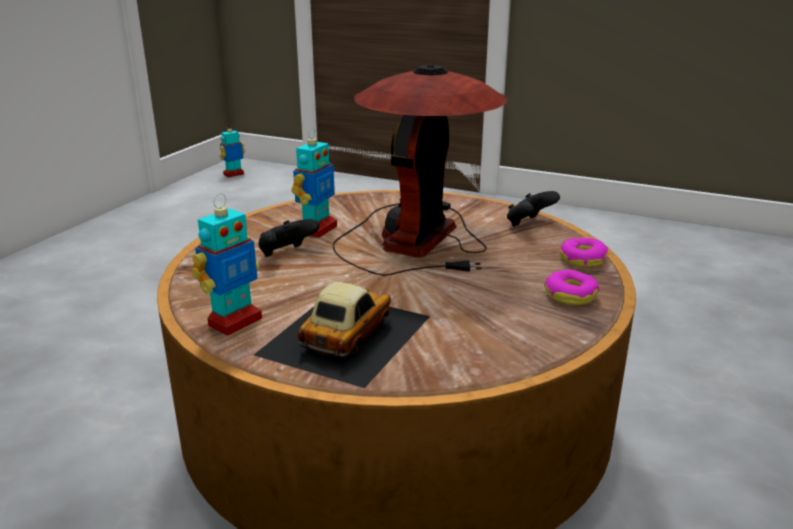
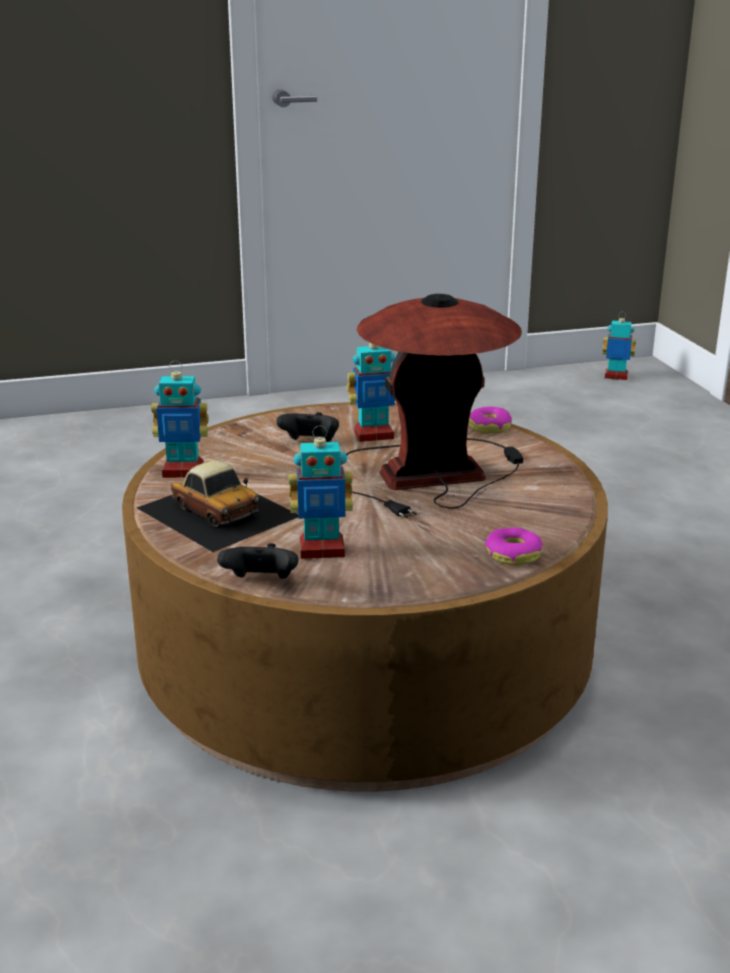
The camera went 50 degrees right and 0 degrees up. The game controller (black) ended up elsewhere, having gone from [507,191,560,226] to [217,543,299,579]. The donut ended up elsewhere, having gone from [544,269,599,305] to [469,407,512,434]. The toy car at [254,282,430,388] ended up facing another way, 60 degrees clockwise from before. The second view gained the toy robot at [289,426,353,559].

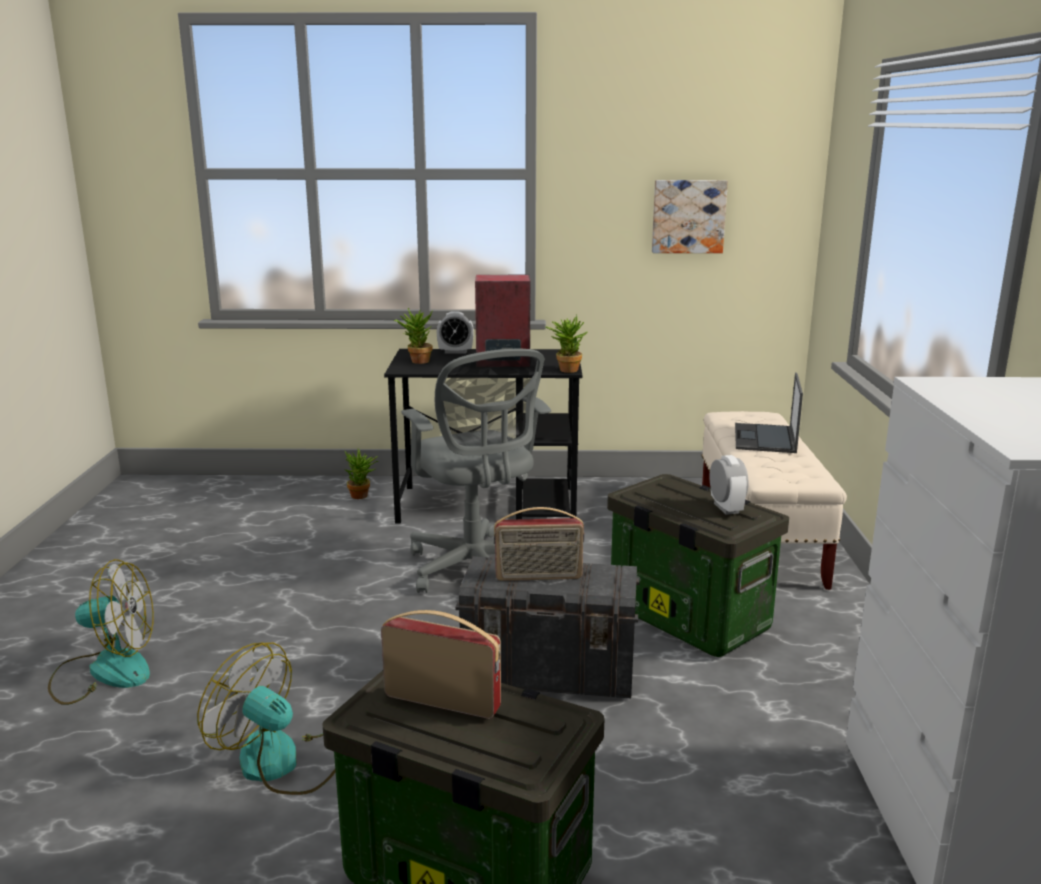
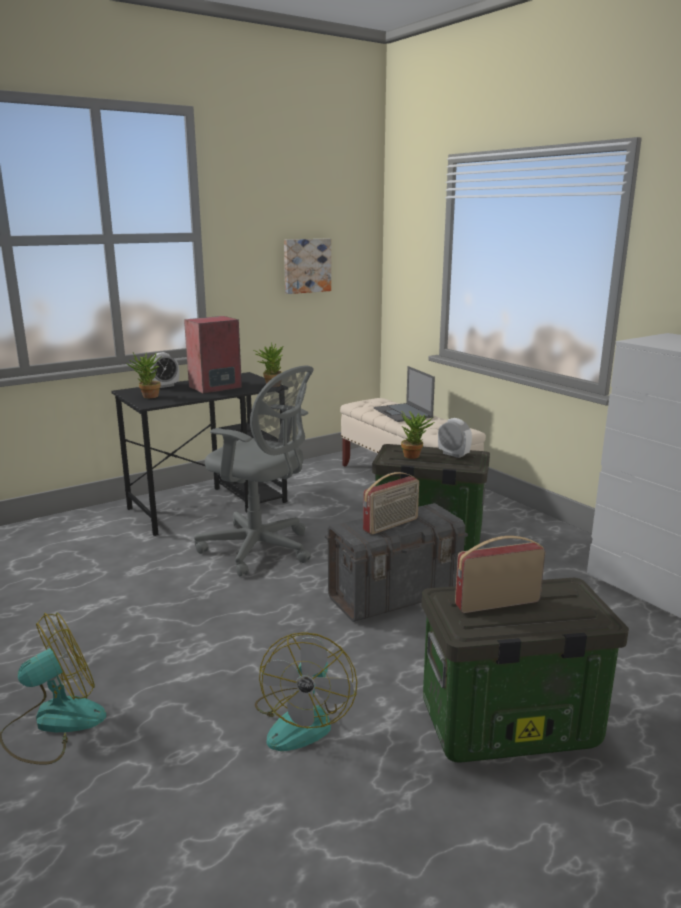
The camera went 35 degrees left and 0 degrees up. The potted plant ended up elsewhere, having gone from [344,448,378,499] to [401,411,434,459]. The fan at [197,643,336,795] ended up facing another way, 75 degrees counterclockwise from before.

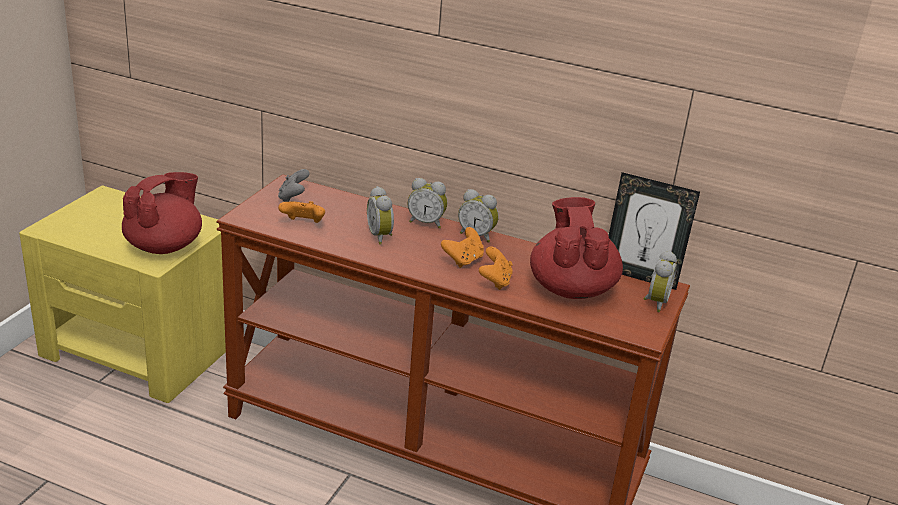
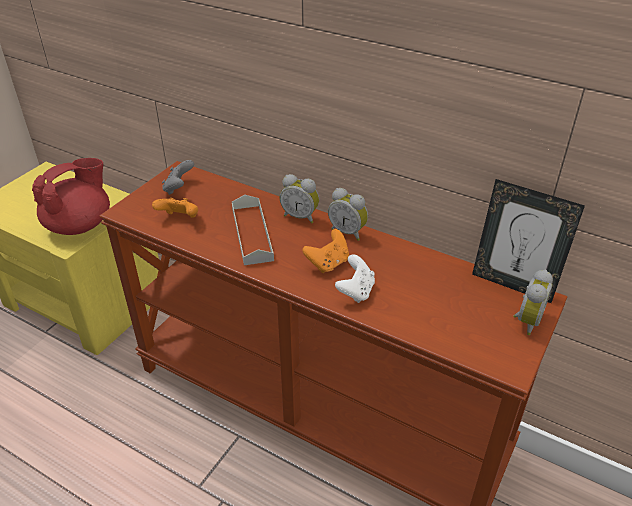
The camera went 10 degrees right and 10 degrees up. Where the alarm clock stood at [367,186,394,245], the tray (grey) came to stand at [232,195,274,265]. The second view lost the teapot (red) at [530,197,623,299]. What was the game controller (orange) at [479,247,513,290] turned into the game controller (white) at [335,254,375,303].

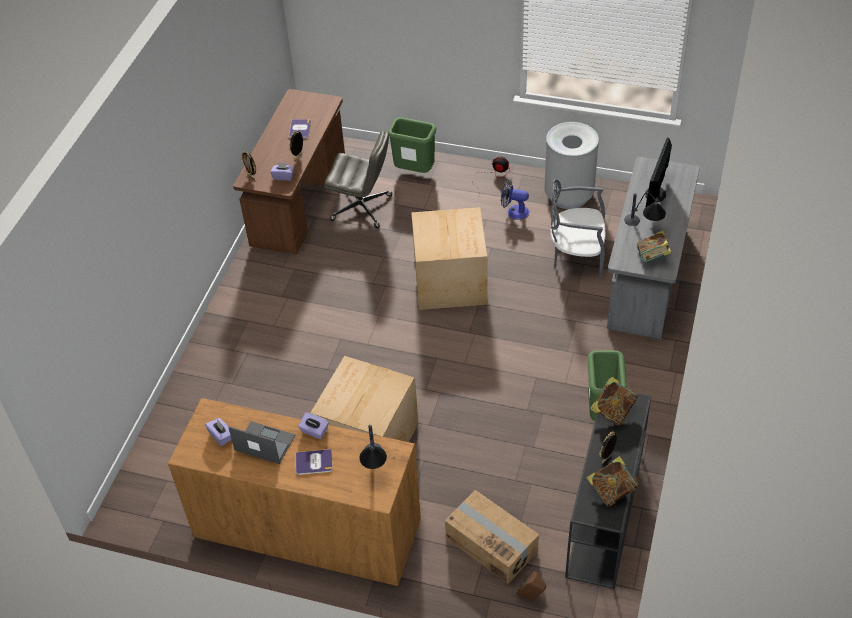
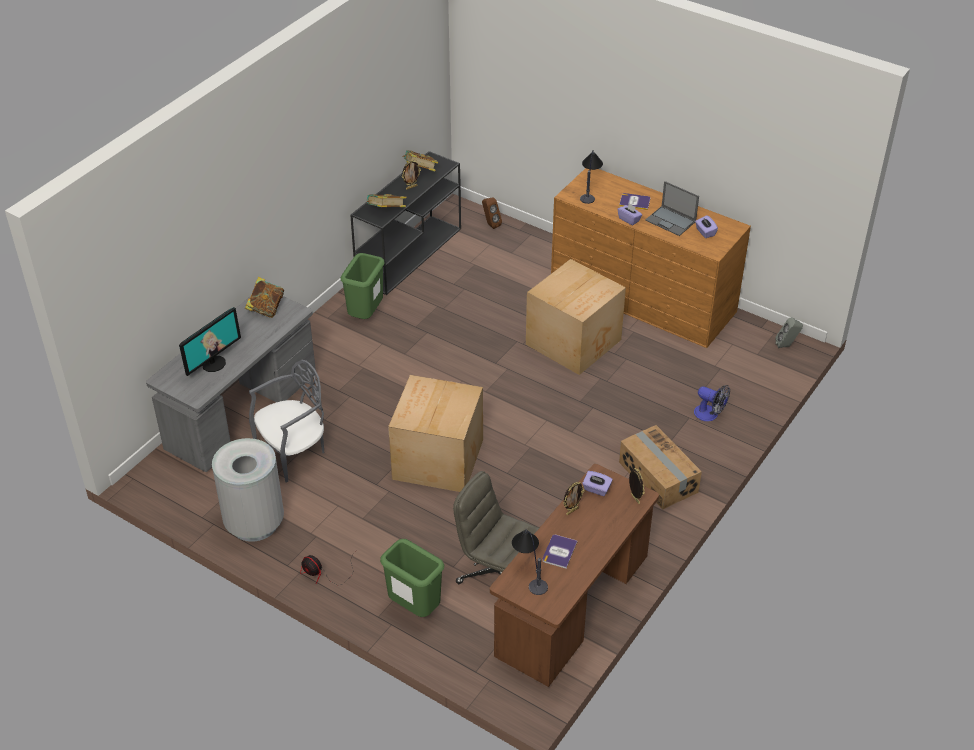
The camera went 165 degrees left and 5 degrees down. The fan ended up elsewhere, having gone from [501,179,529,220] to [694,385,730,421]. The chair (grey) at [550,179,606,277] ended up facing another way, 60 degrees counterclockwise from before. The table lamp ended up elsewhere, having gone from [624,193,666,226] to [512,529,548,595]. The cardboard box ended up elsewhere, having gone from [445,490,539,584] to [619,425,702,509]. The second view gained the speaker (grey) at [775,317,803,348].

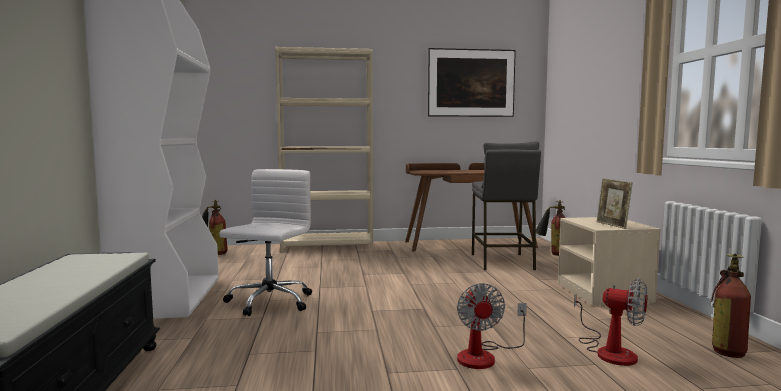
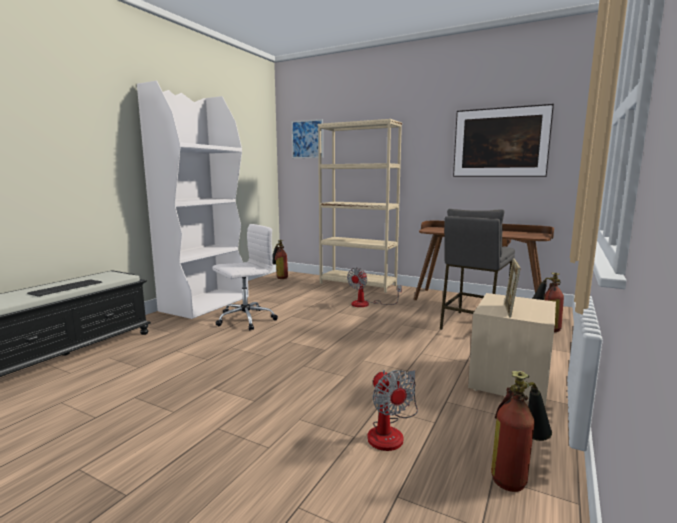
The camera went 35 degrees right and 5 degrees up. The fan ended up elsewhere, having gone from [457,283,527,369] to [347,267,402,307]. The second view gained the picture at [291,119,323,158]. The second view gained the keyboard at [27,280,102,297].

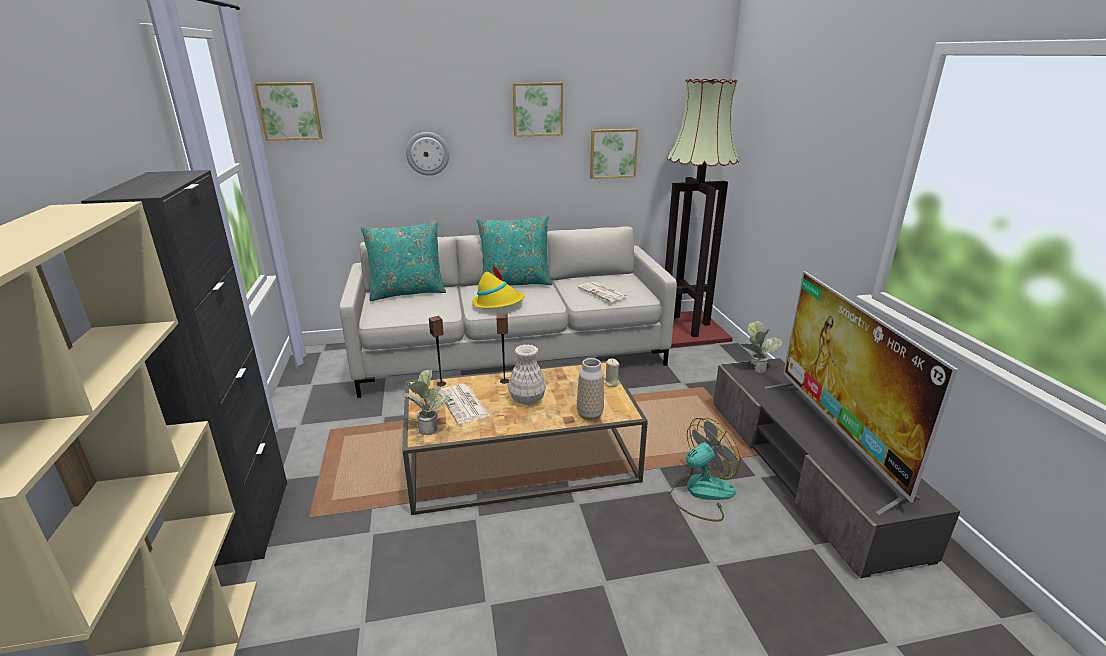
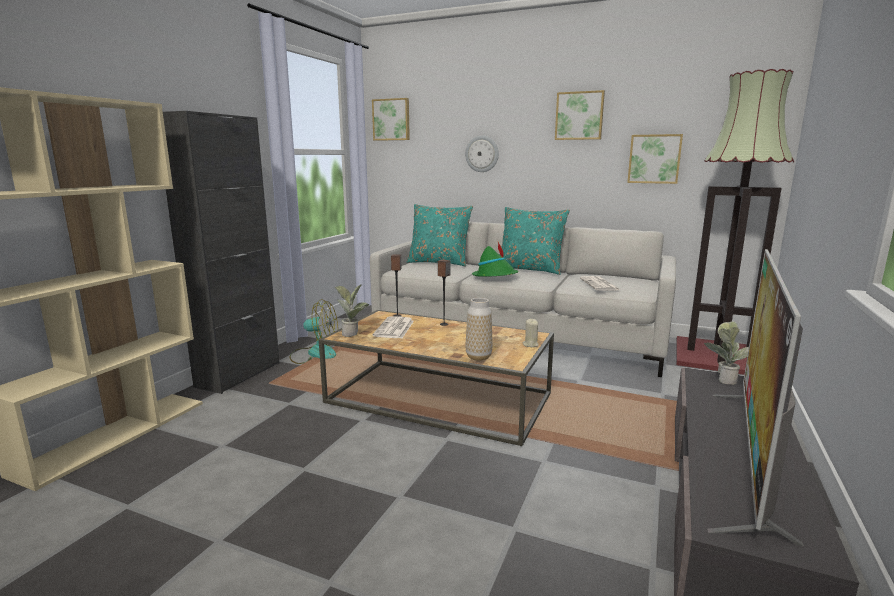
The camera went 35 degrees right and 10 degrees down. What was the hat (yellow) at [472,264,524,308] turned into the hat (green) at [472,242,519,277]. The second view lost the vase (white) at [508,344,546,405]. The fan ended up elsewhere, having gone from [669,418,741,522] to [289,299,338,364].

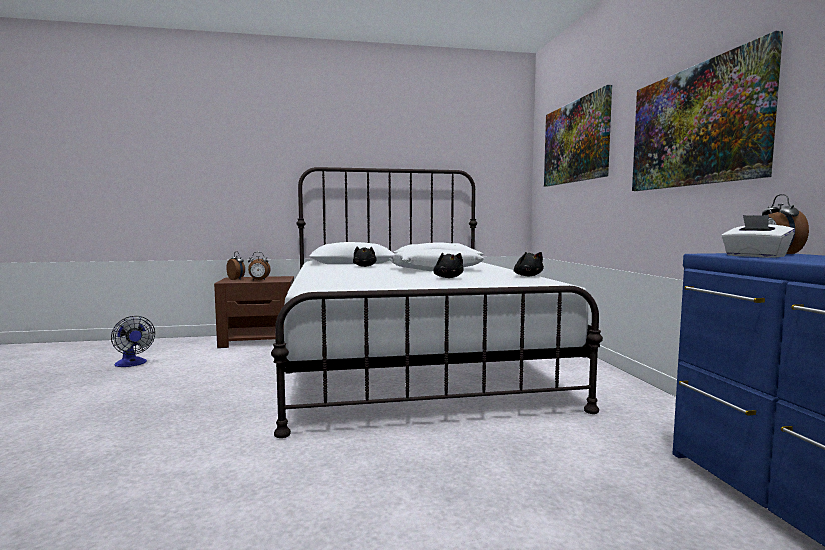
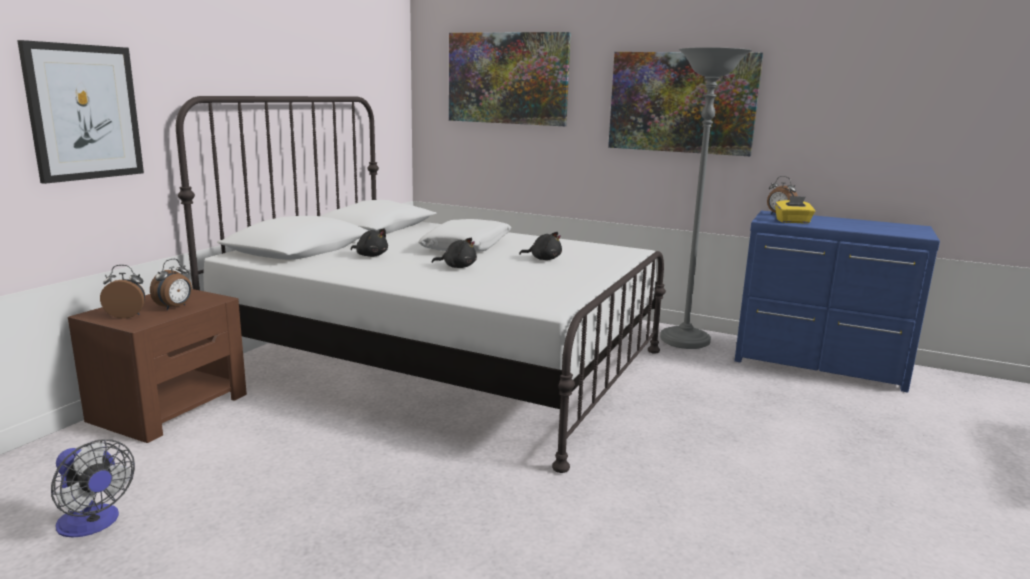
The camera went 55 degrees left and 10 degrees up. What was the tissue box (white) at [721,215,795,258] turned into the tissue box (yellow) at [775,196,815,224]. The plush toy (black) ended up elsewhere, having gone from [514,252,544,276] to [432,237,477,268]. The fan at [111,316,155,367] ended up facing another way, 45 degrees clockwise from before. The second view gained the picture at [17,40,144,184]. The second view gained the floor lamp (grey) at [660,47,752,349].

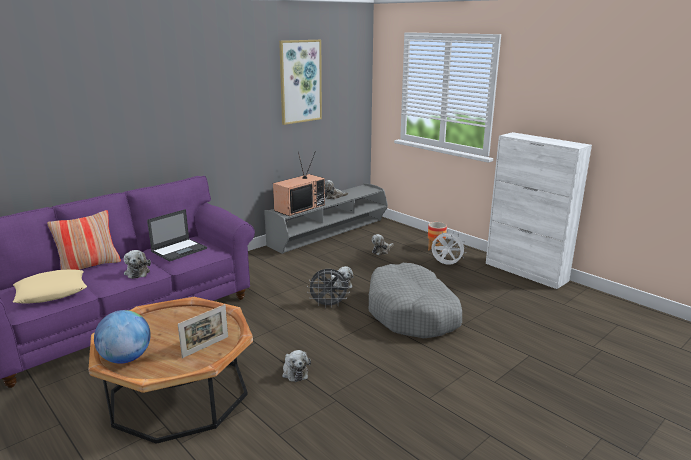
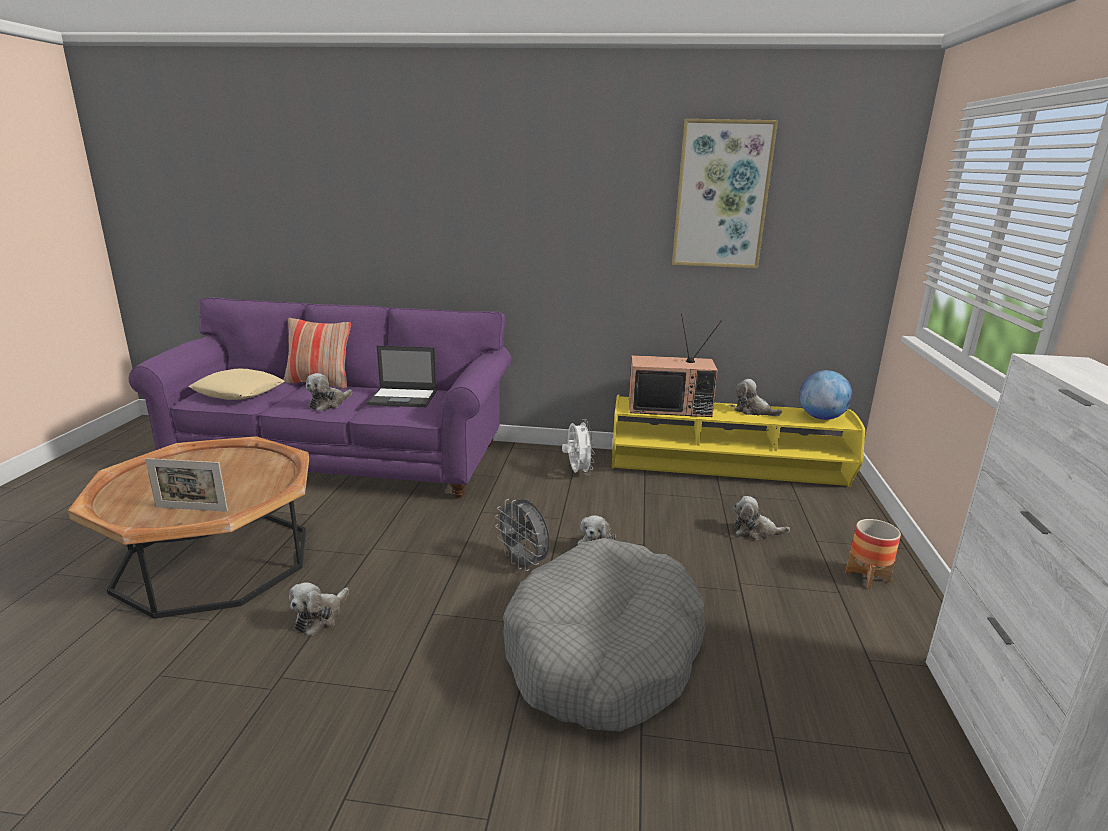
The camera went 50 degrees right and 0 degrees up. What was the tv stand (grey) at [264,183,388,254] turned into the tv stand (yellow) at [612,394,865,487]. The fan (white) ended up elsewhere, having gone from [431,230,467,265] to [562,419,595,475]. The globe ended up elsewhere, having gone from [94,310,151,364] to [799,370,853,420].

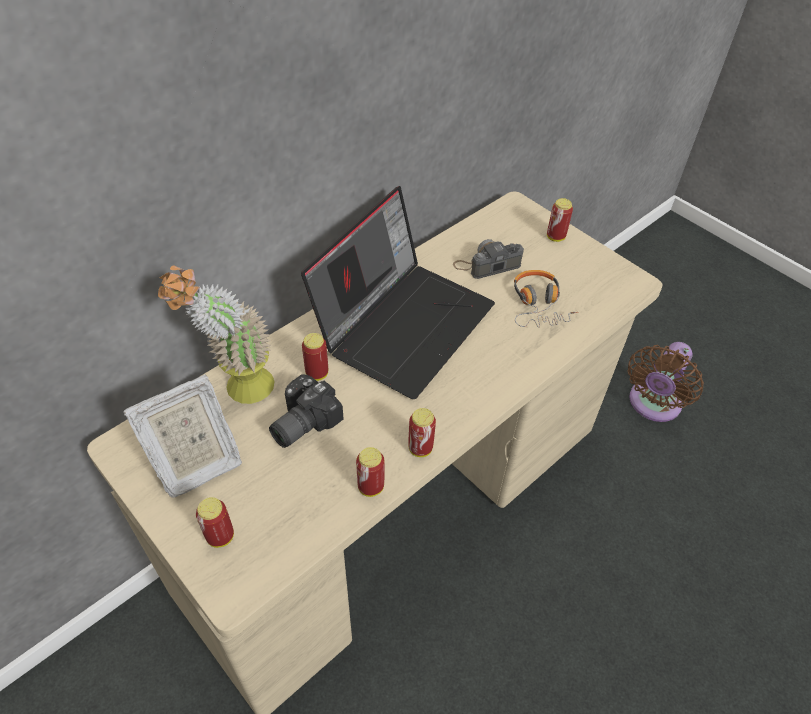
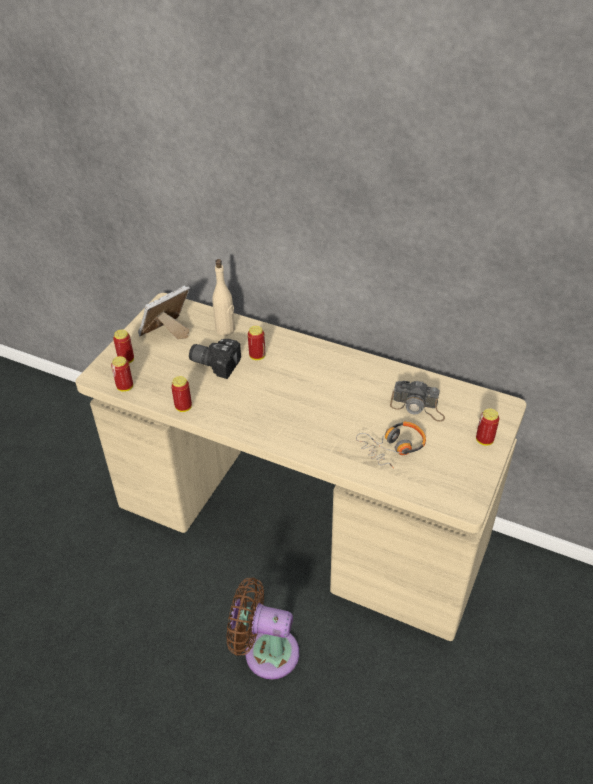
The camera went 70 degrees right and 5 degrees down. The second view lost the laptop at [301,186,495,399]. The photo camera at [453,239,524,279] ended up facing another way, 150 degrees clockwise from before. Where the potted plant stood at [158,265,275,404], the bottle (beige) came to stand at [212,259,235,336]. The fan (brown) ended up elsewhere, having gone from [627,342,704,422] to [226,577,299,679]. The picture frame at [123,374,242,498] ended up facing another way, 105 degrees clockwise from before. The can ended up elsewhere, having gone from [408,408,436,457] to [111,356,133,392].

